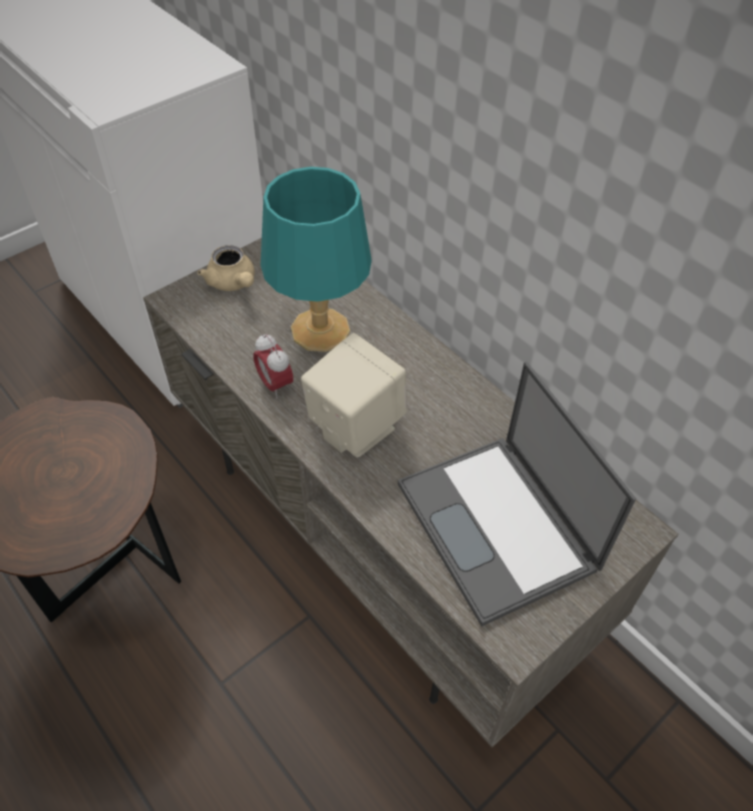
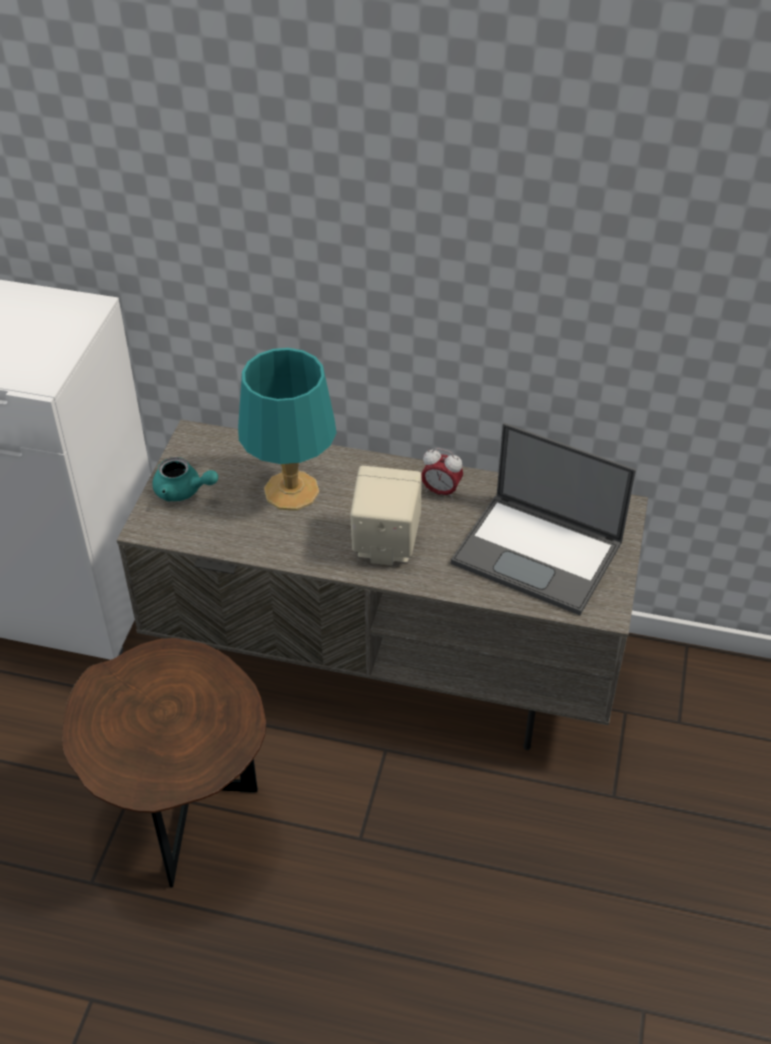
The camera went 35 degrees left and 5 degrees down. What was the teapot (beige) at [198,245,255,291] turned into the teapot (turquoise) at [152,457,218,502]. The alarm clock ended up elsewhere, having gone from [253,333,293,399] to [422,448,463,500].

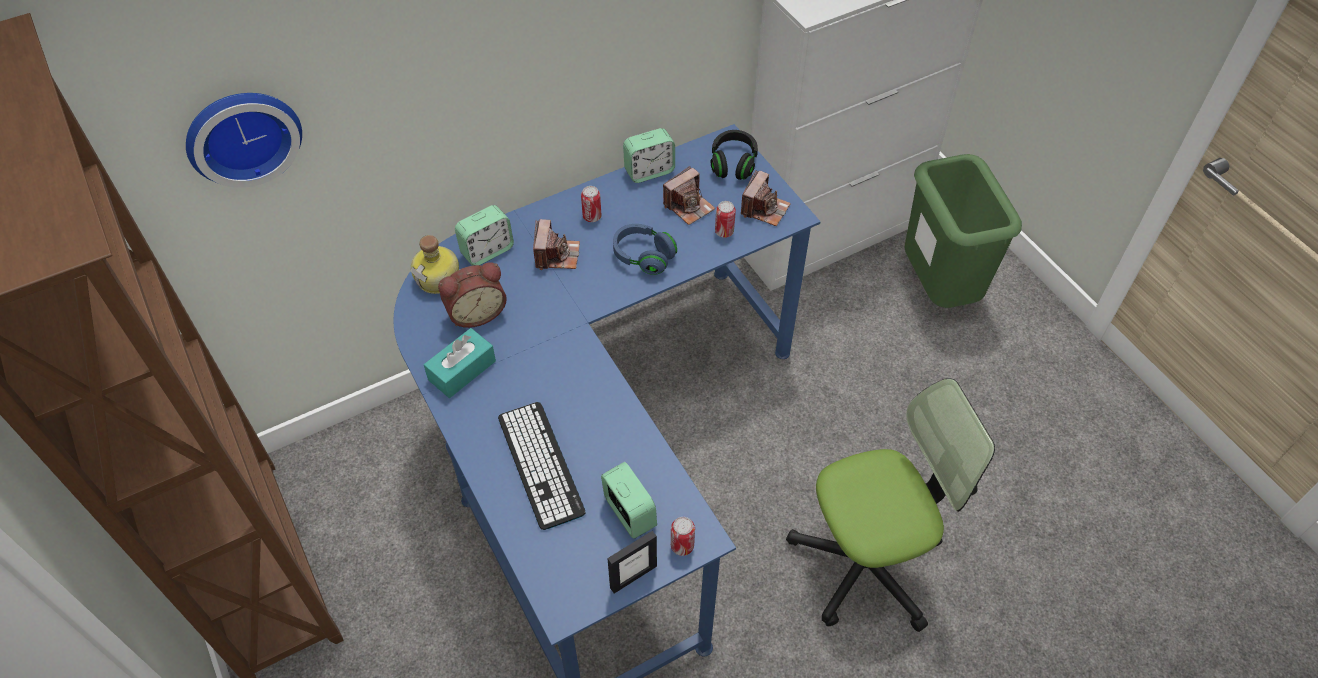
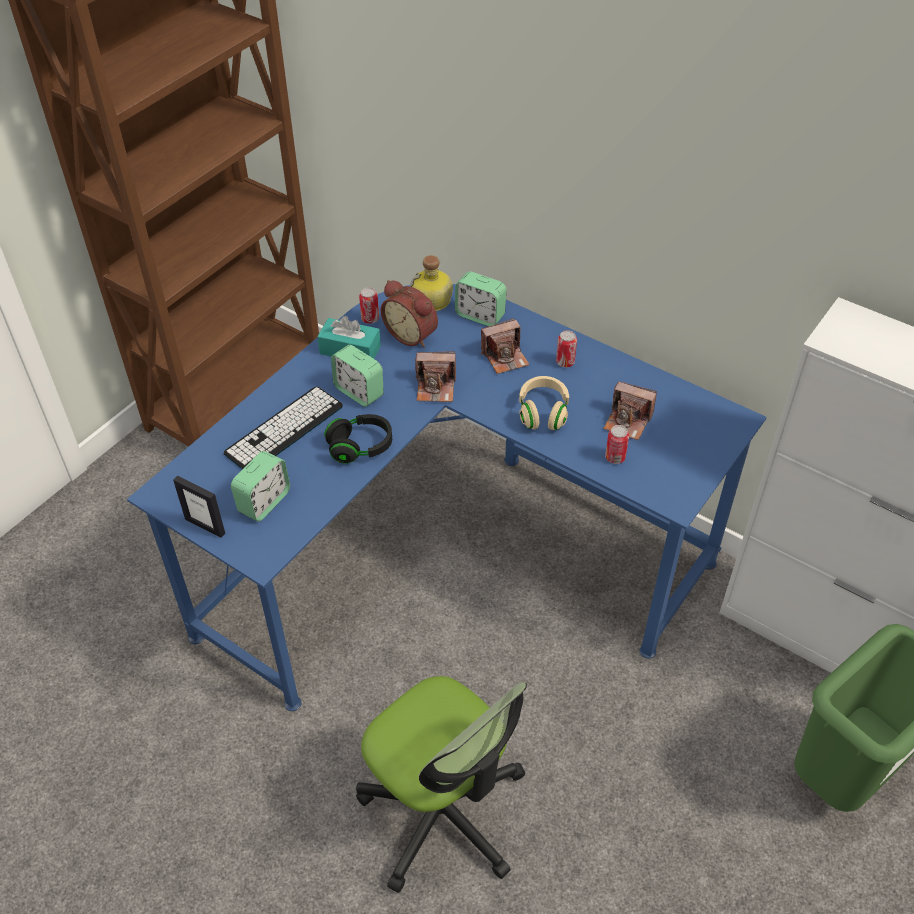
The camera went 65 degrees right and 5 degrees down. The second view lost the wall clock at [186,93,302,188]. The alarm clock ended up elsewhere, having gone from [623,128,675,183] to [331,345,383,407]. The headphones (black) ended up elsewhere, having gone from [711,130,758,180] to [324,414,392,464]. The photo camera ended up elsewhere, having gone from [741,170,791,226] to [415,351,456,402]. What was the headphones (blue) at [613,224,677,275] turned into the headphones (beige) at [519,376,569,430]. The can ended up elsewhere, having gone from [671,517,695,556] to [359,287,379,324].

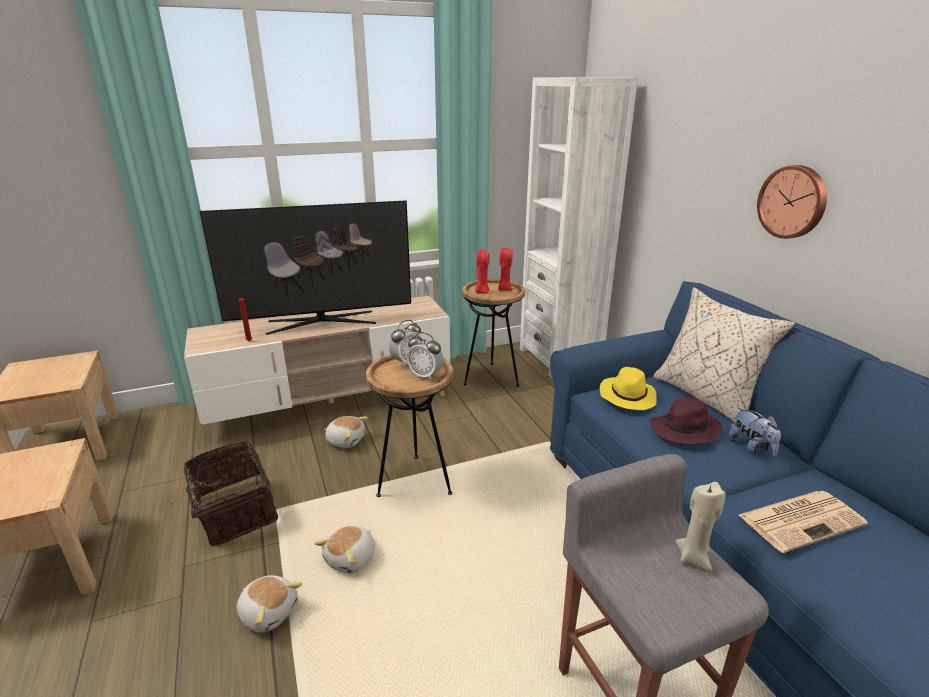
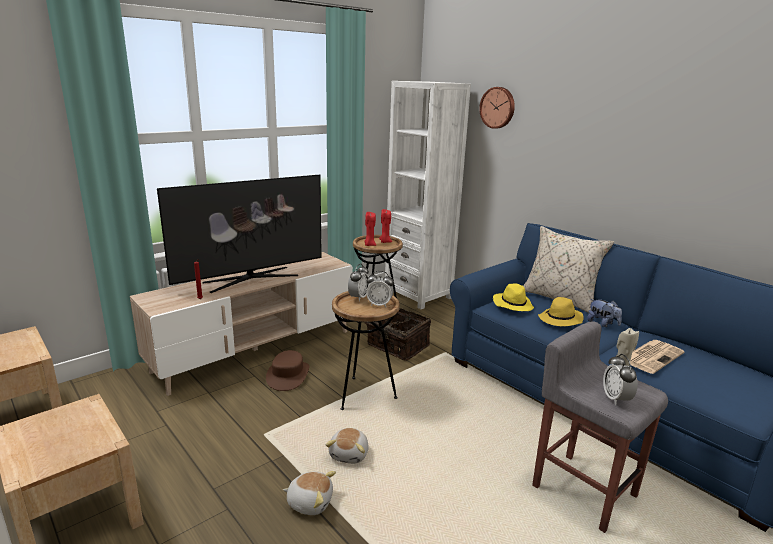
The camera went 20 degrees left and 5 degrees down. The wall clock ended up elsewhere, having gone from [757,165,827,239] to [479,87,515,129]. What was the hat (purple) at [651,397,723,444] turned into the hat (yellow) at [538,297,584,326]. Where the plush toy stood at [324,416,368,448], the hat (brown) came to stand at [266,350,309,391]. The basket ended up elsewhere, having gone from [170,440,278,546] to [365,308,431,361]. The second view gained the alarm clock at [603,354,638,405].

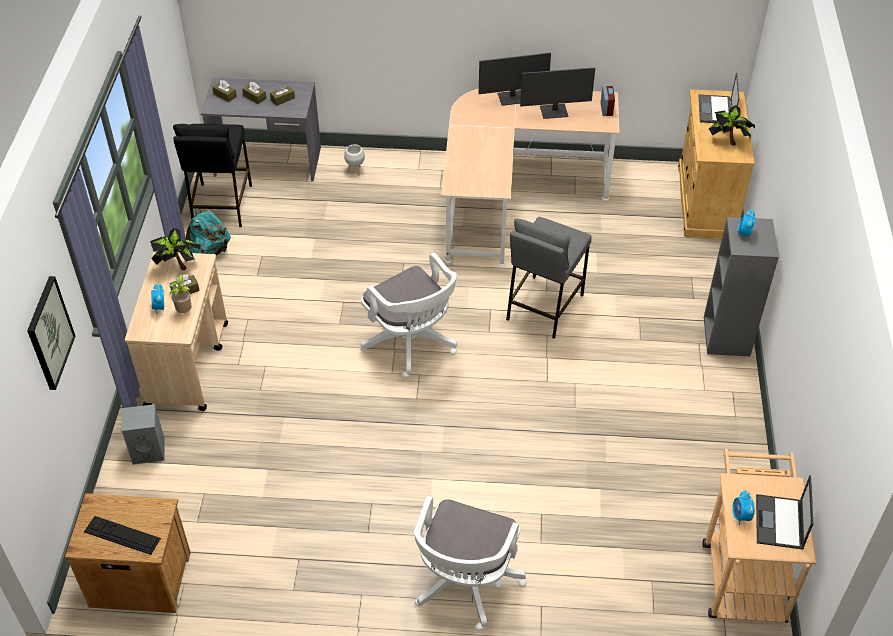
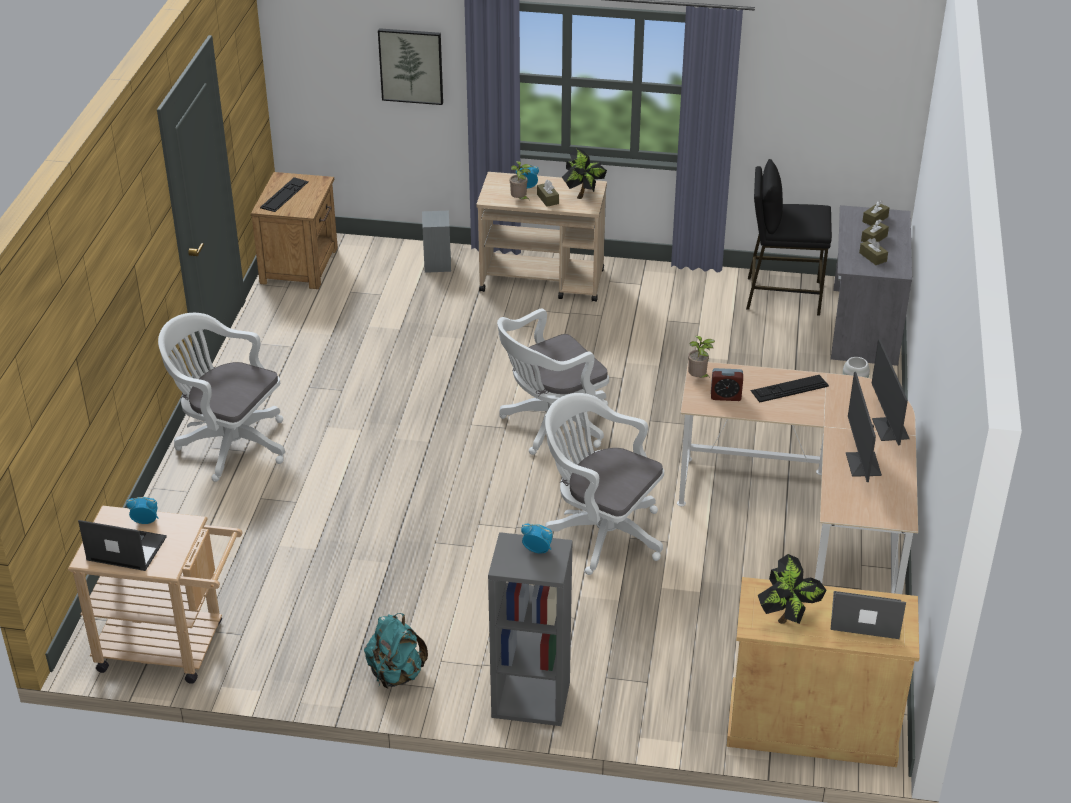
The camera went 95 degrees right and 10 degrees down. The alarm clock ended up elsewhere, having gone from [600,86,615,116] to [711,368,743,401]. The backpack (turquoise) ended up elsewhere, having gone from [185,208,231,256] to [364,613,428,689]. Where the stool (grey) stood at [506,217,592,339], the office chair (white) came to stand at [545,393,664,575]. The second view gained the potted plant at [688,336,715,379]. The second view gained the keyboard at [751,375,829,403].

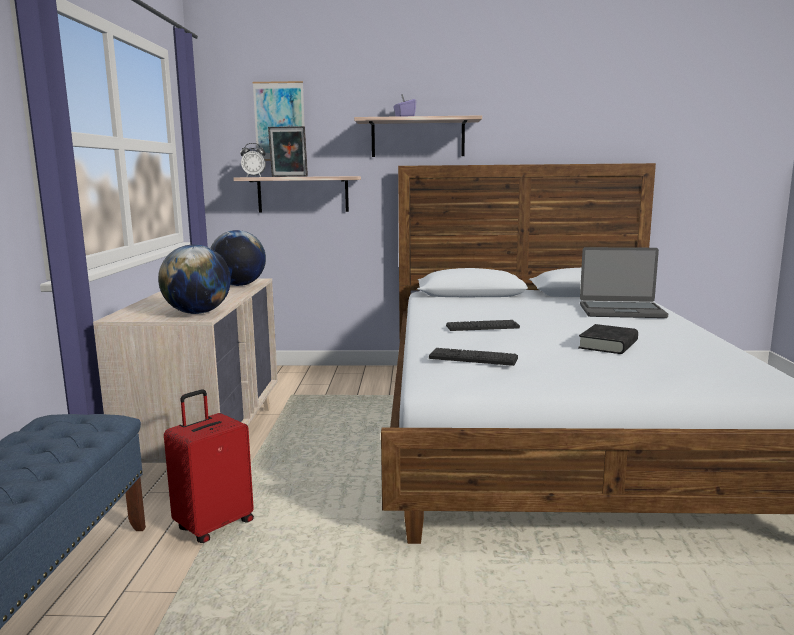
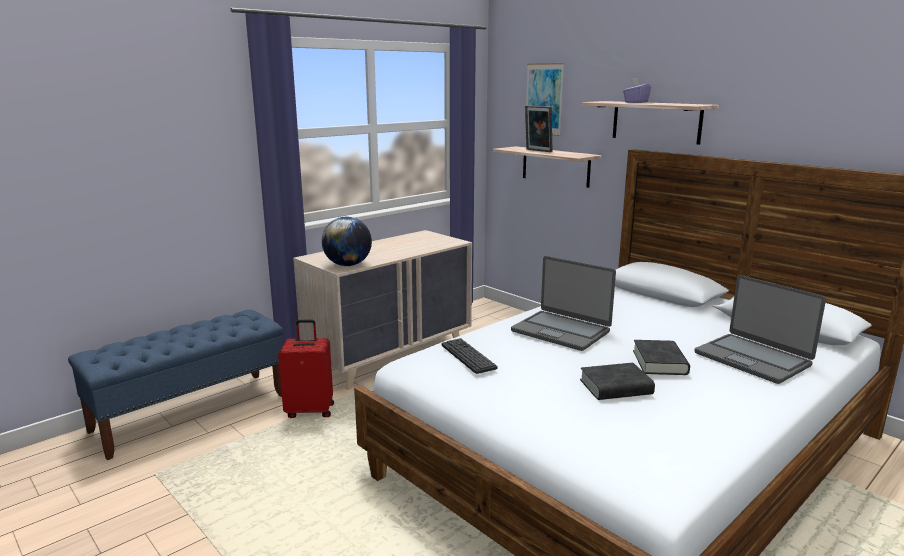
The camera went 45 degrees right and 5 degrees up. The second view lost the alarm clock at [240,143,266,177]. The second view lost the globe at [211,230,266,286]. Where the keyboard stood at [446,320,520,331], the laptop came to stand at [511,256,616,351]. The second view gained the book (black) at [633,340,690,375].

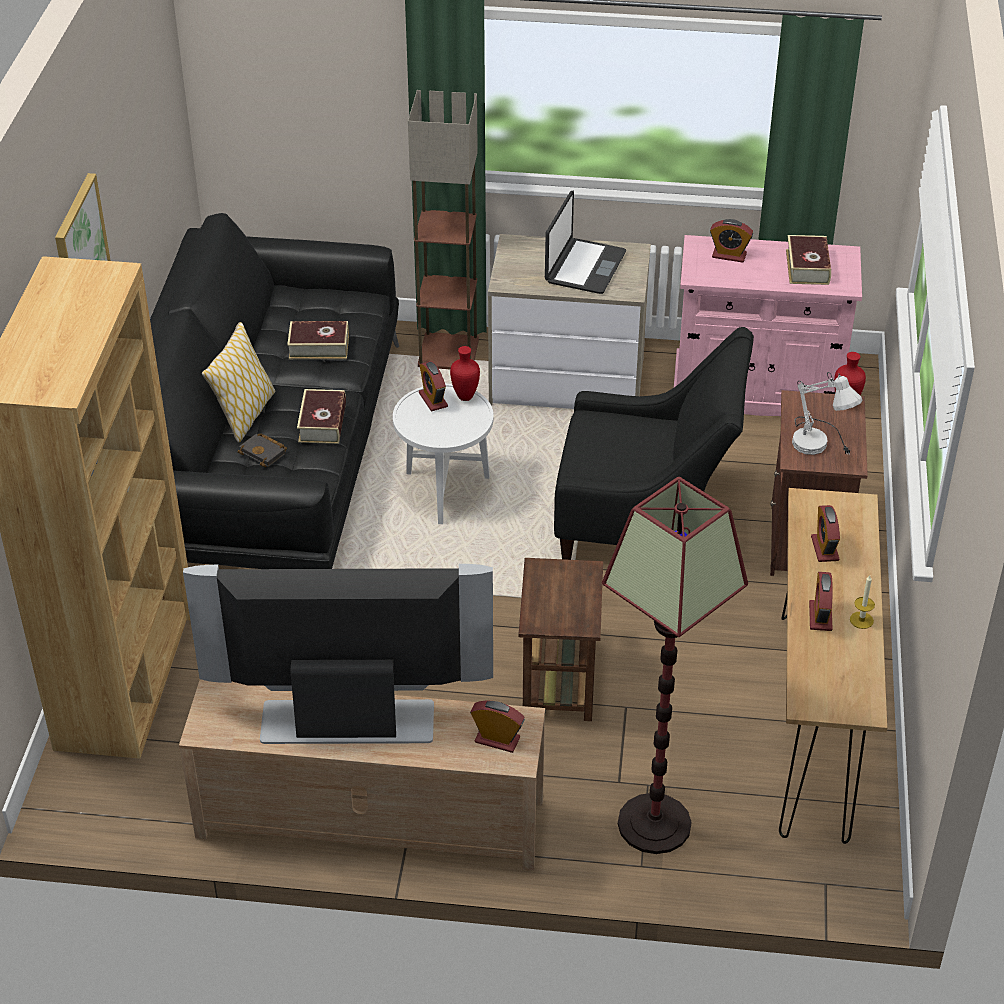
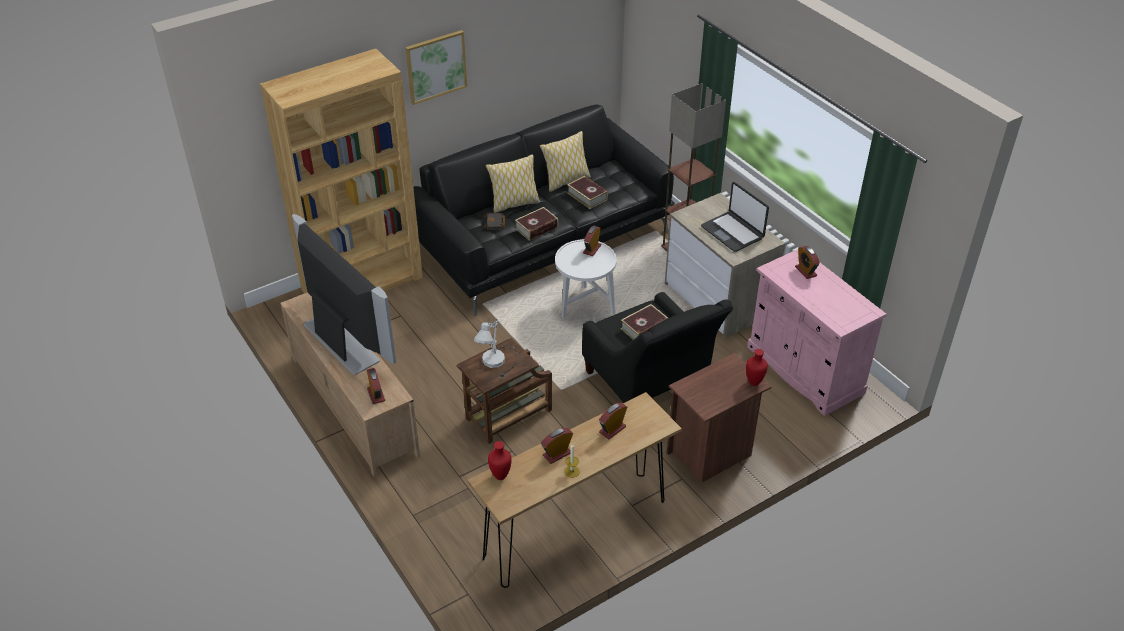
The camera went 50 degrees right and 0 degrees up. The laptop at [545,191,626,294] ended up facing another way, 75 degrees clockwise from before. The book ended up elsewhere, having gone from [786,235,831,285] to [621,304,668,340]. The vase (red) ended up elsewhere, having gone from [450,346,480,401] to [488,441,512,480]. The table lamp (white) ended up elsewhere, having gone from [792,372,863,455] to [474,318,519,378]. The second view lost the floor lamp at [602,477,748,854]. The second view gained the pillow at [540,131,591,192].

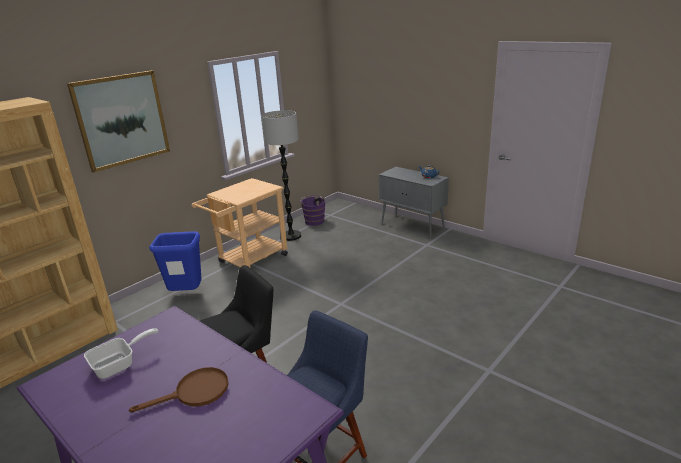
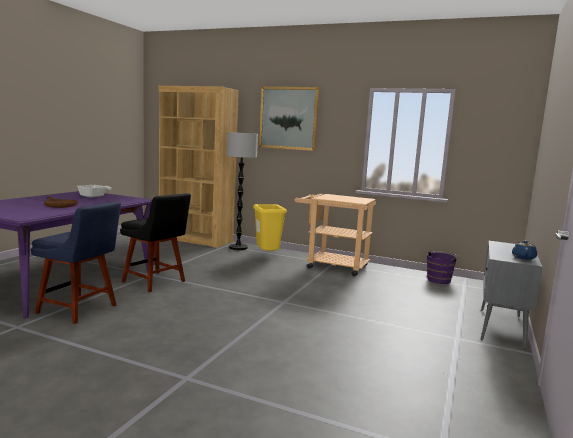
The camera went 70 degrees right and 15 degrees down. The floor lamp ended up elsewhere, having gone from [261,110,301,241] to [227,132,258,250]. What was the trash can (blue) at [149,231,202,291] turned into the trash can (yellow) at [253,204,287,251].

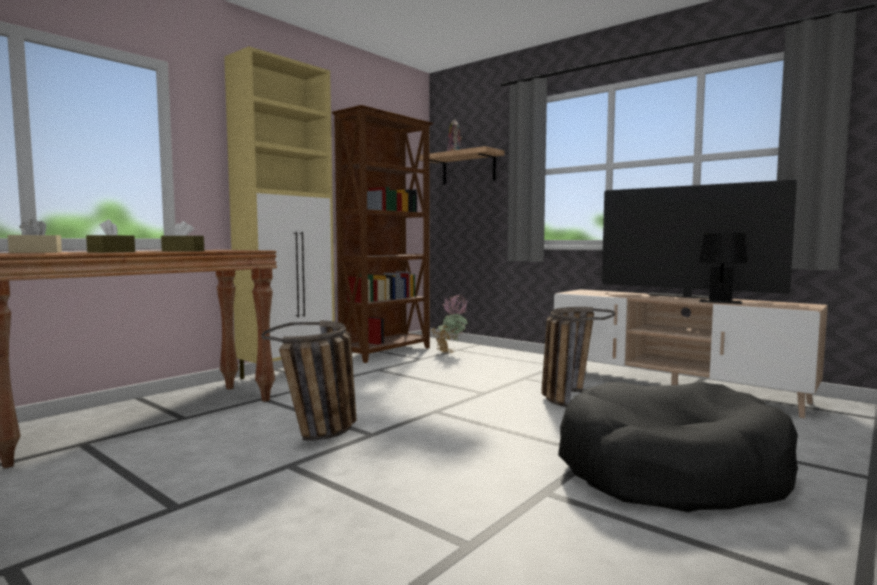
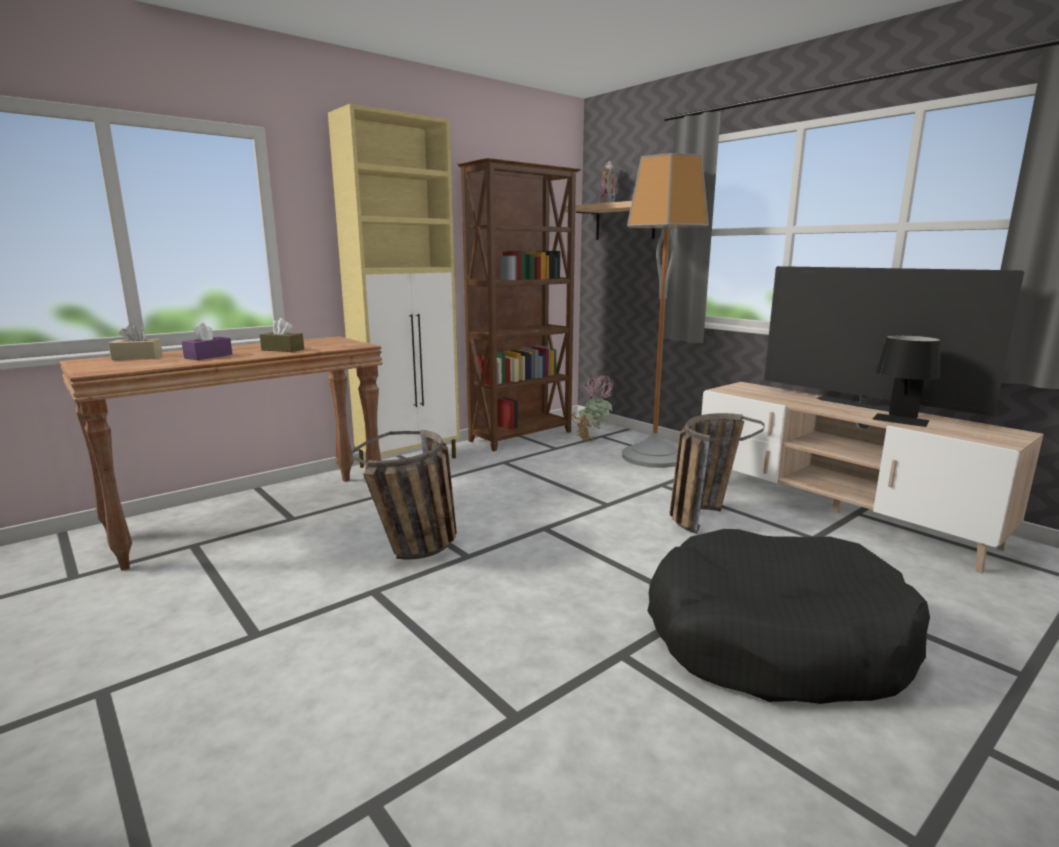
The camera went 10 degrees right and 10 degrees up. What was the tissue box (brown) at [86,219,135,253] turned into the tissue box (purple) at [182,323,232,360]. The second view gained the floor lamp at [622,153,709,468].

